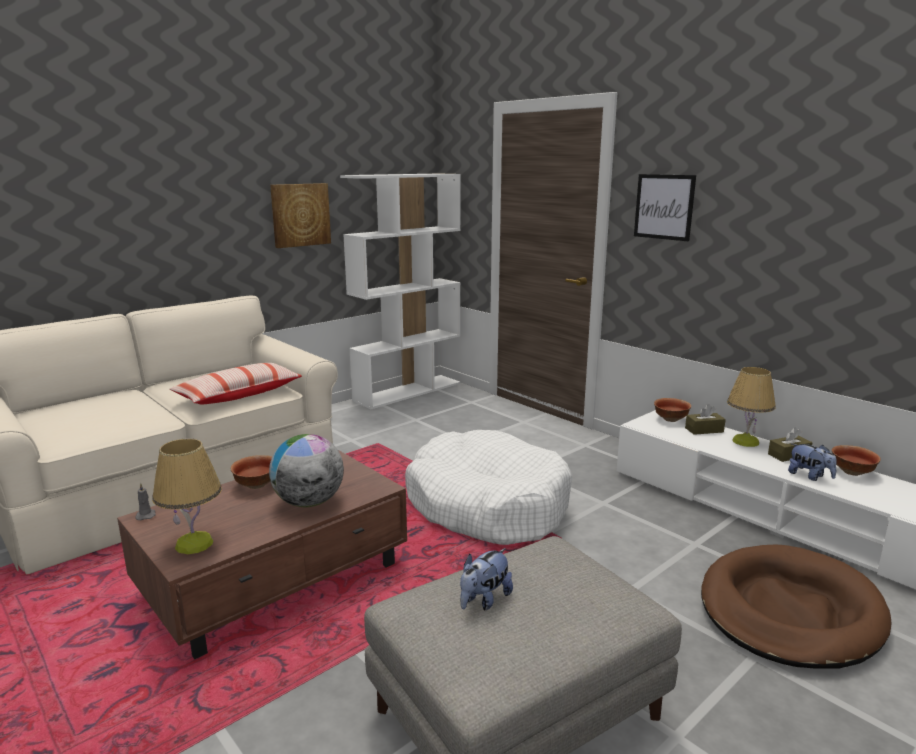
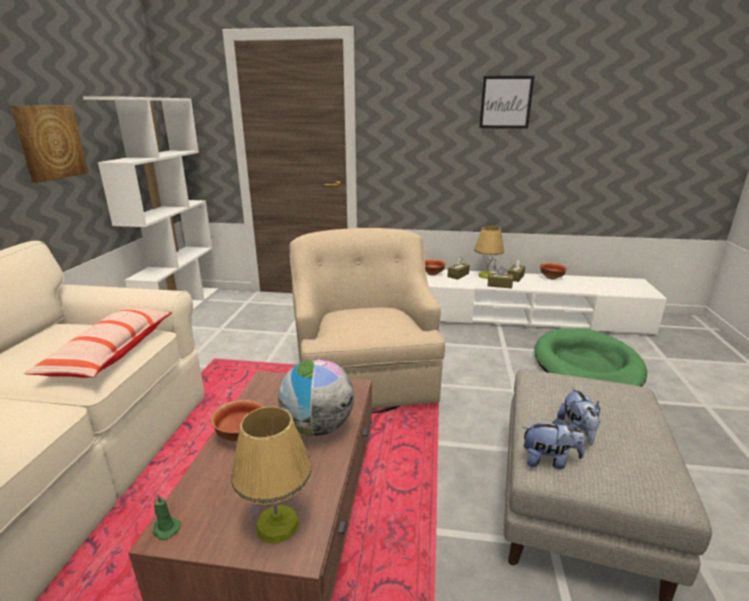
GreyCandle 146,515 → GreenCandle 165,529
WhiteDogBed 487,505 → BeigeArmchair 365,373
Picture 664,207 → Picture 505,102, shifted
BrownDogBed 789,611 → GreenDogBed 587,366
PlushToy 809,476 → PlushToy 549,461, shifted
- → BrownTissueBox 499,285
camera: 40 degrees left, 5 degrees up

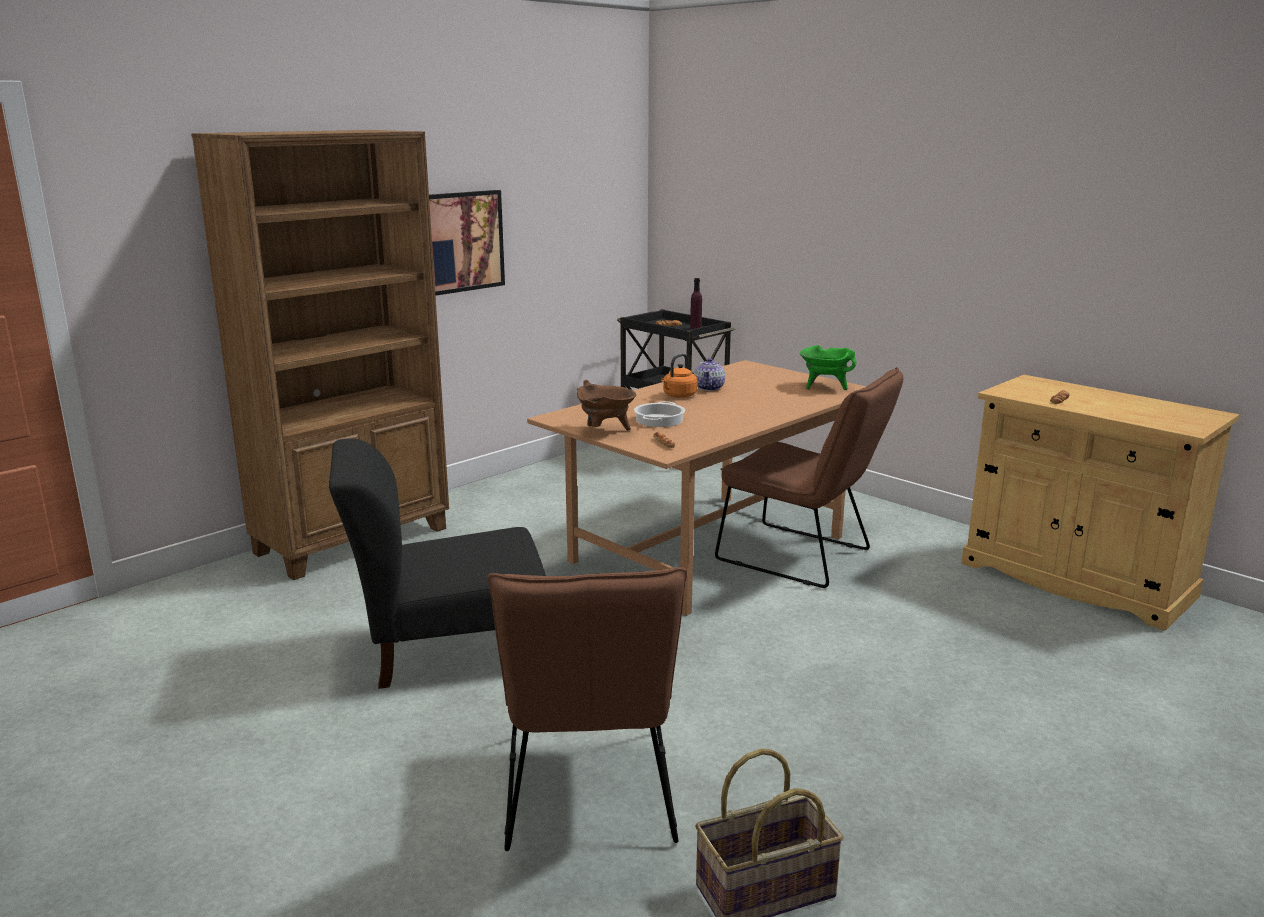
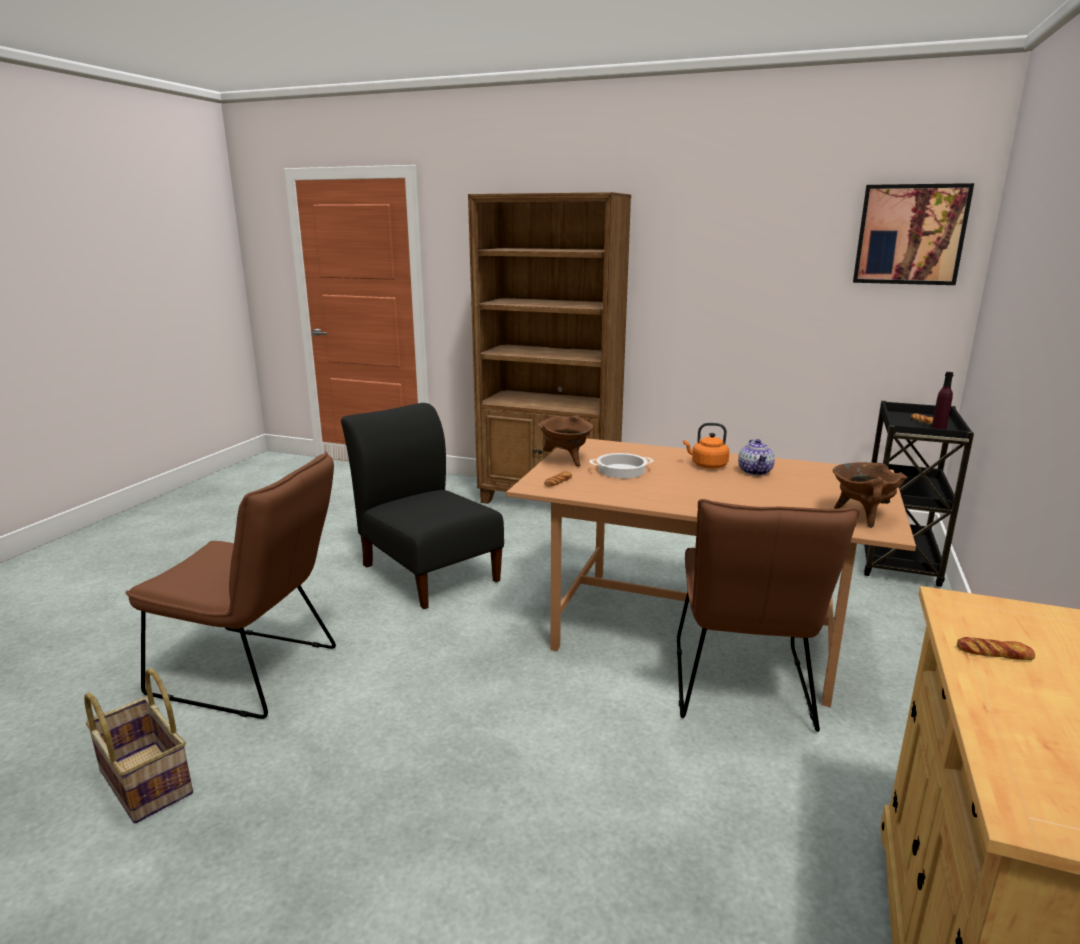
Picture 460,242 → Picture 910,234, shifted
BrownChair 589,799 → BrownChair 255,673, 135 degrees counterclockwise
Teapot 709,388 → Teapot 755,471, 75 degrees counterclockwise
GreenCookingPot 825,387 → BrownCookingPot 862,516
camera: 65 degrees right, 0 degrees up

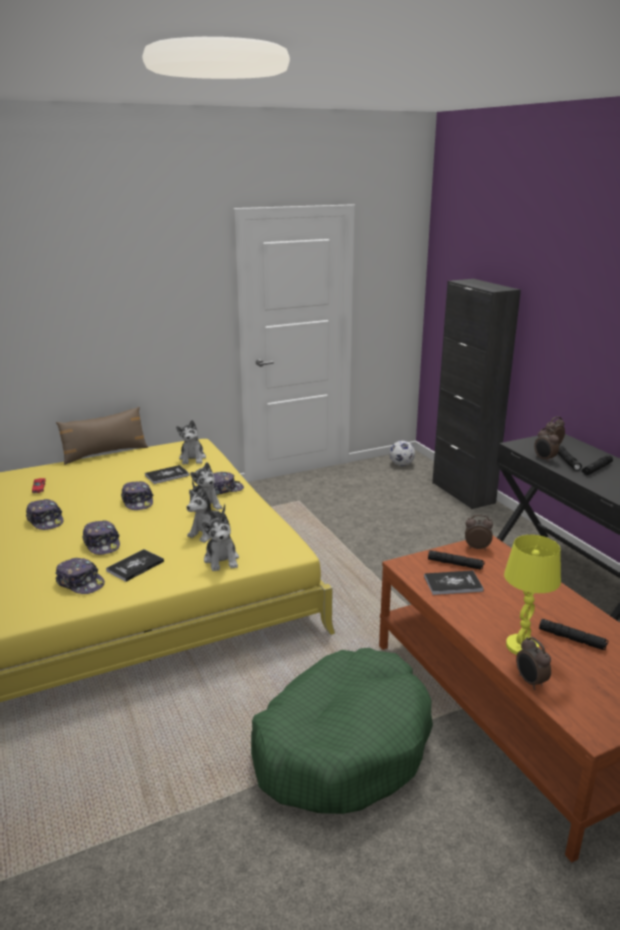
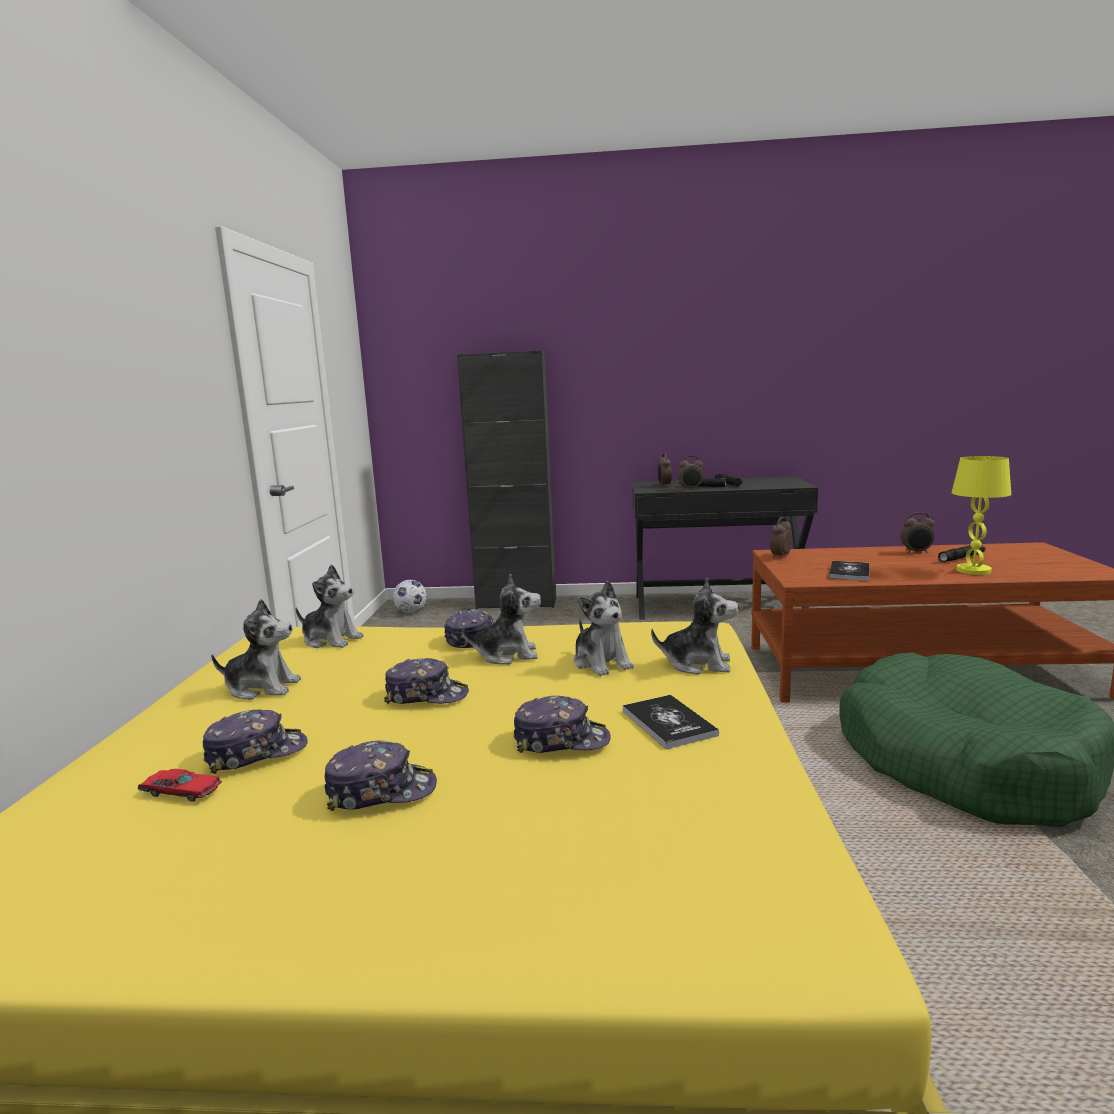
Cap 80,583 → Cap 256,753, shifted
BrownPillow 105,453 → -
Book 167,475 → -
BlackFlashlight 455,564 → -
AlarmClock 530,682 → AlarmClock 916,552, shifted
- → PlushToy 262,688
camera: 60 degrees left, 10 degrees down

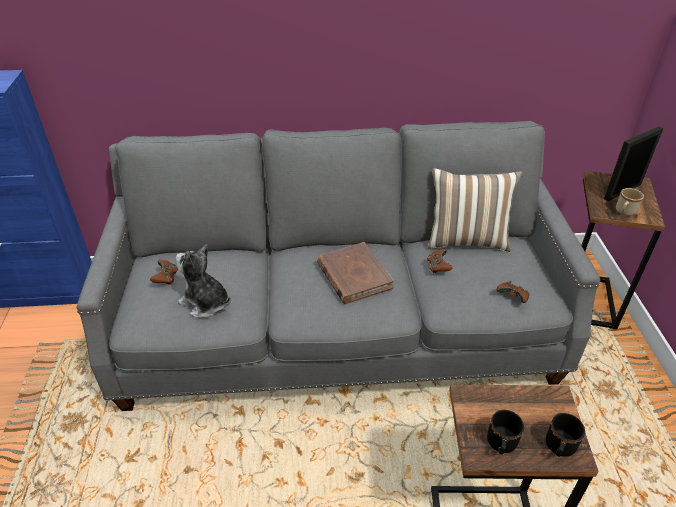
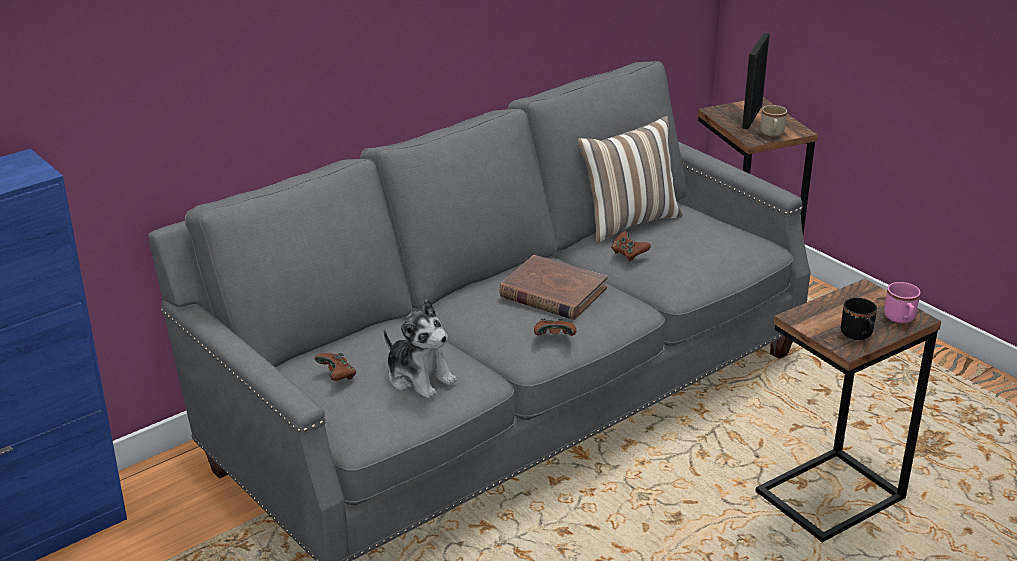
PlushToy 205,303 → PlushToy 419,378, 135 degrees counterclockwise
BrownGameController 512,297 → BrownGameController 554,337, shifted
BlackMug 559,448 → PinkMug 901,319
camera: 35 degrees left, 10 degrees down

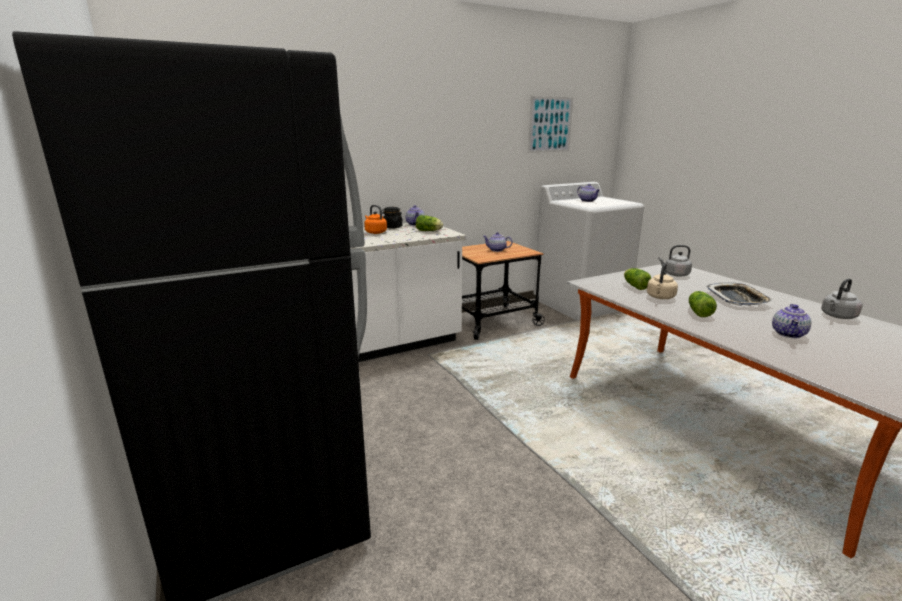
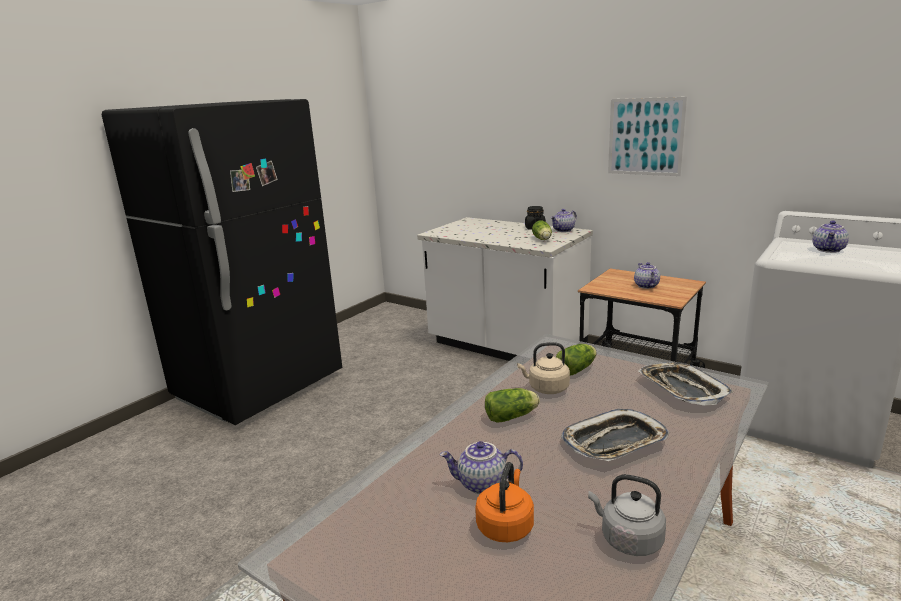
OrangeKettle 375,232 → OrangeKettle 506,526, shifted
Picture 550,124 → Picture 645,137, shifted
GreyKettle 675,274 → Tray 682,389
camera: 65 degrees right, 0 degrees up

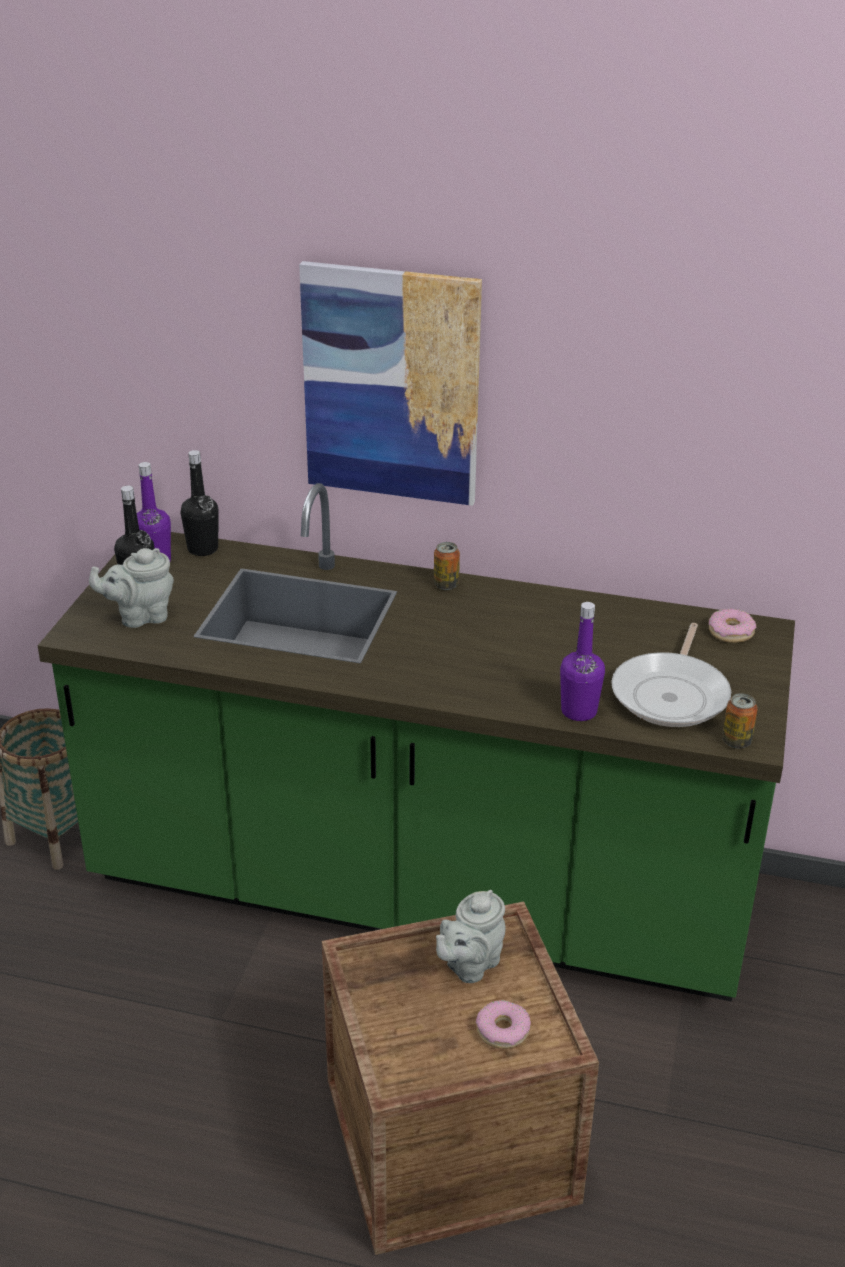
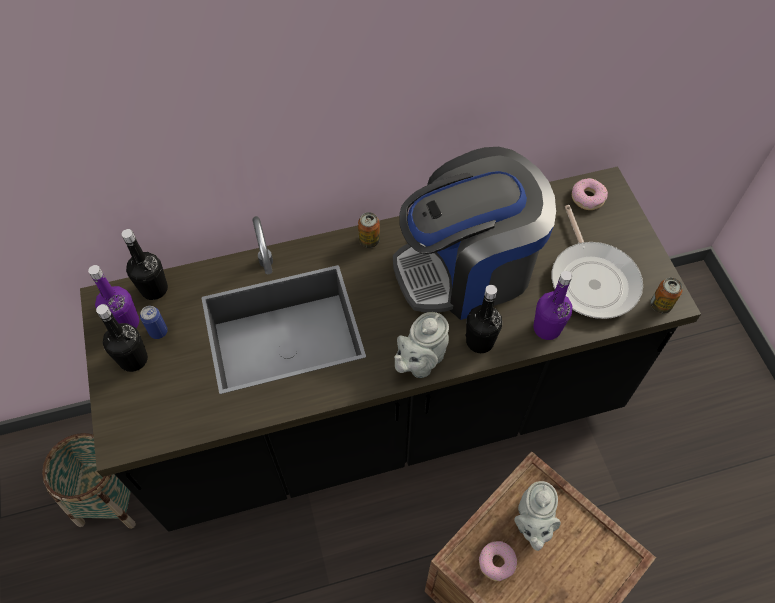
GreenCounter 420,893 → BlackCounter 387,415
GreyTeapot 140,616 → GreyTeapot 420,361, shifted
Picture 391,385 → -
Donut 502,1030 → Donut 496,562, shifted
- → Can 158,332
- → CoffeeMachine 467,269
- → BlackBottle 480,341
camera: 30 degrees left, 25 degrees up

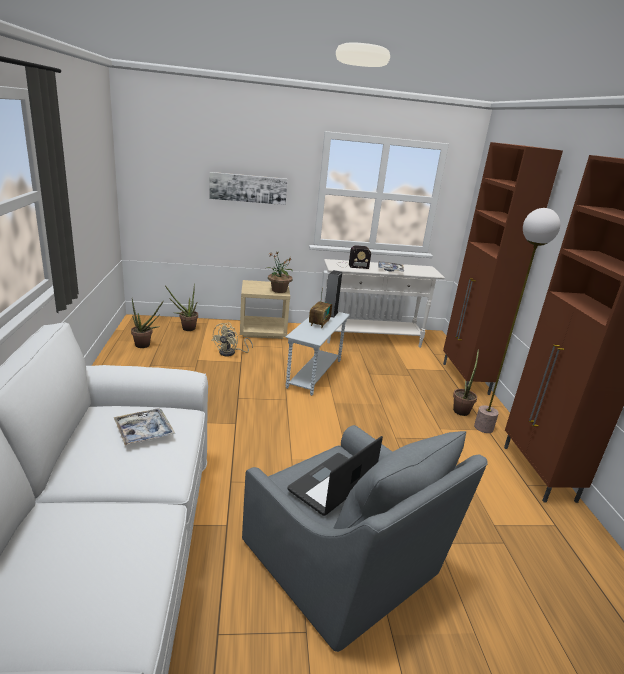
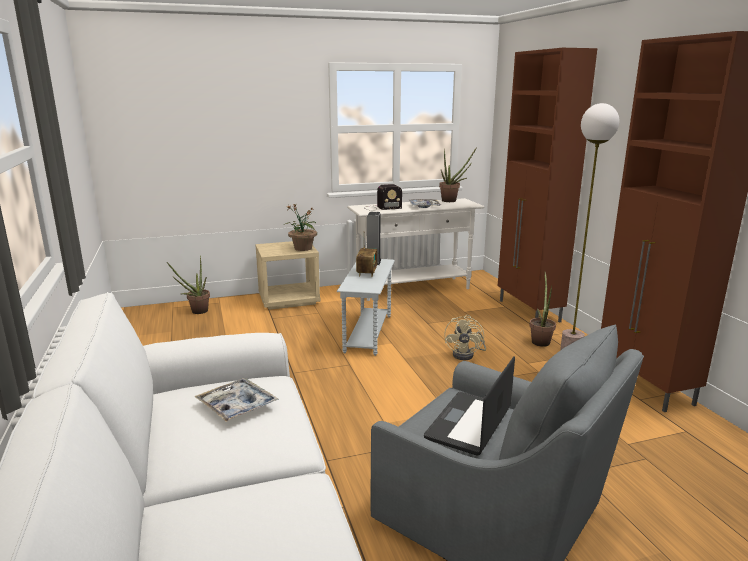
PottedPlant 145,345 → PottedPlant 452,201, shifted
Picture 248,188 → -
BeigeFan 230,353 → BeigeFan 467,355, shifted
camera: 10 degrees left, 5 degrees down

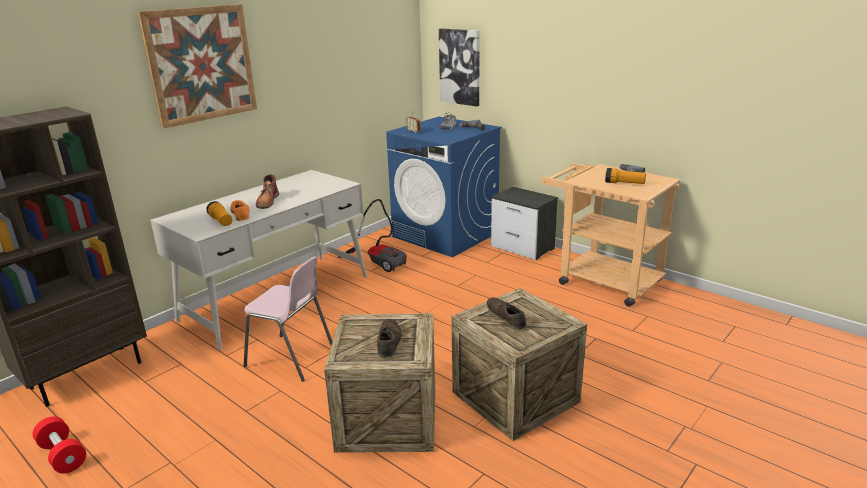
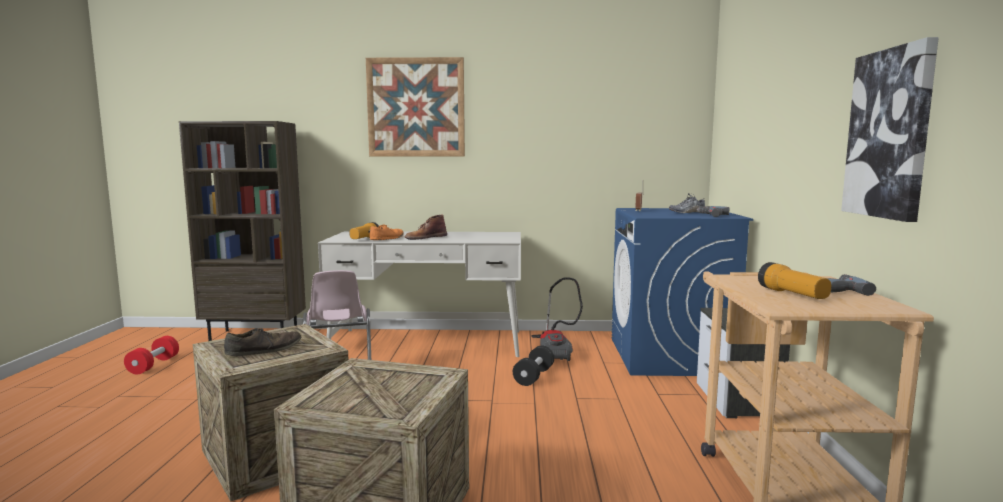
Picture 460,67 → Picture 889,134, shifted
BrownShoe 506,317 → -
- → BlackDumbbell 534,376
camera: 50 degrees right, 15 degrees down

